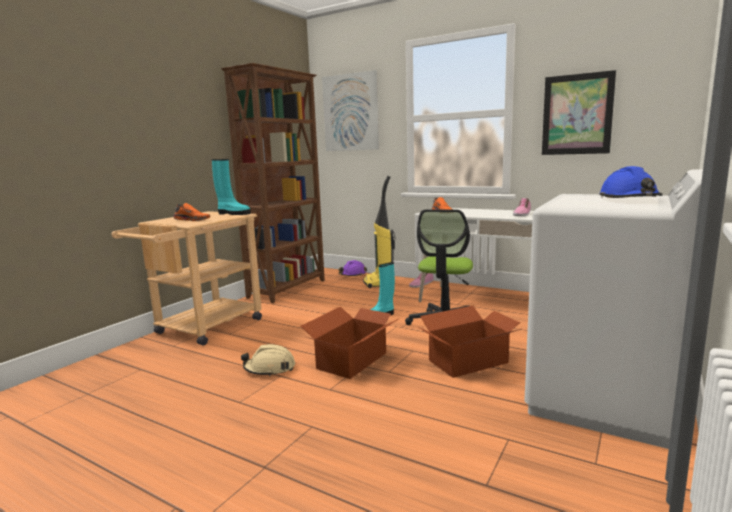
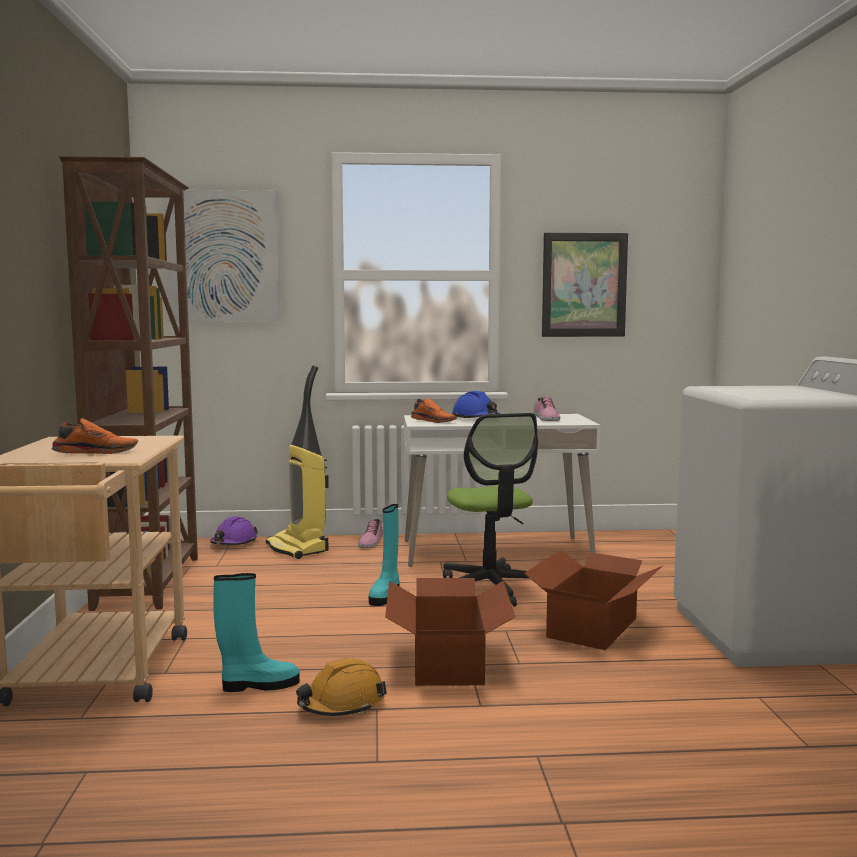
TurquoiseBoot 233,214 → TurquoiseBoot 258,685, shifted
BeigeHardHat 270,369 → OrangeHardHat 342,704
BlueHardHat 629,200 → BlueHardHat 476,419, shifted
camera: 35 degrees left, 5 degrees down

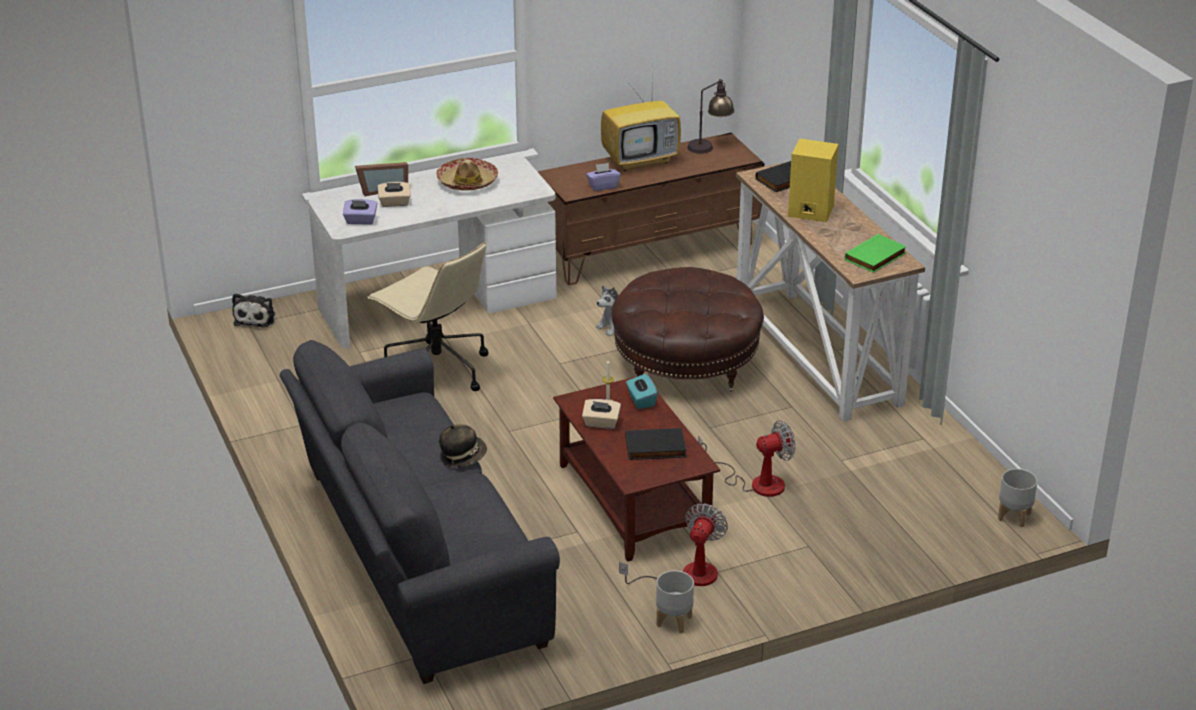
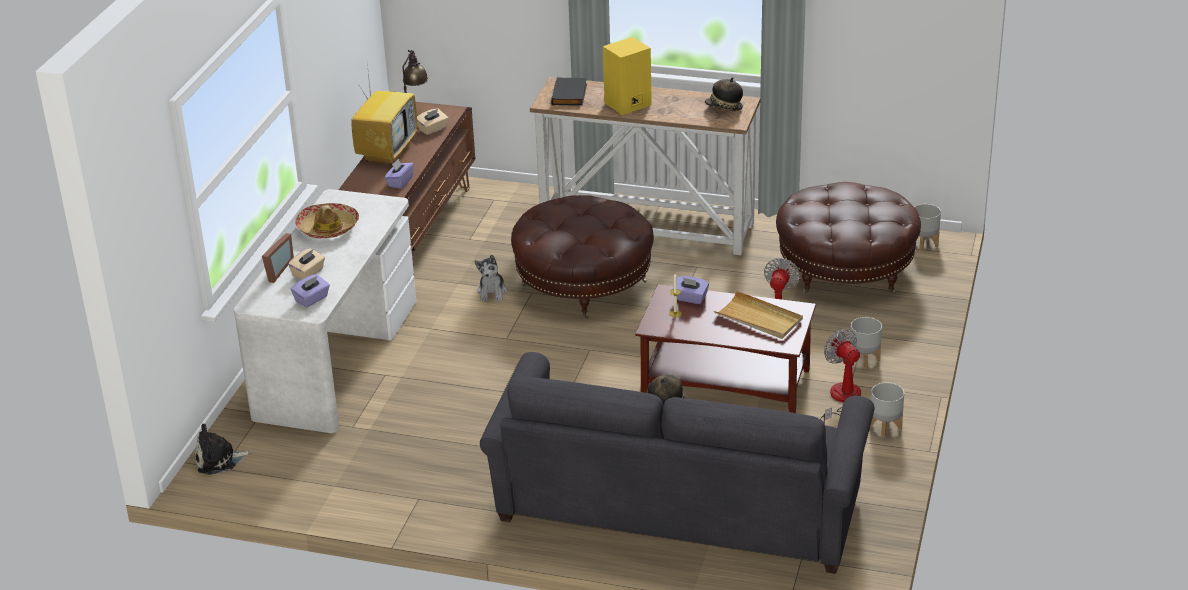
PlushToy 256,318 → PlushToy 219,460, 120 degrees clockwise
BeigeOfficeChair 436,370 → -
BeigeTissueBox 601,423 → BeigeTissueBox 432,129, shifted
BlackBook 655,448 → BeigeTray 758,318
TurquoiseTissueBox 641,400 → PurpleTissueBox 690,298
GreenBook 876,257 → Hat 724,108
- → BrownOttoman 845,270
- → GreyPlanter 865,360
camera: 50 degrees left, 0 degrees up

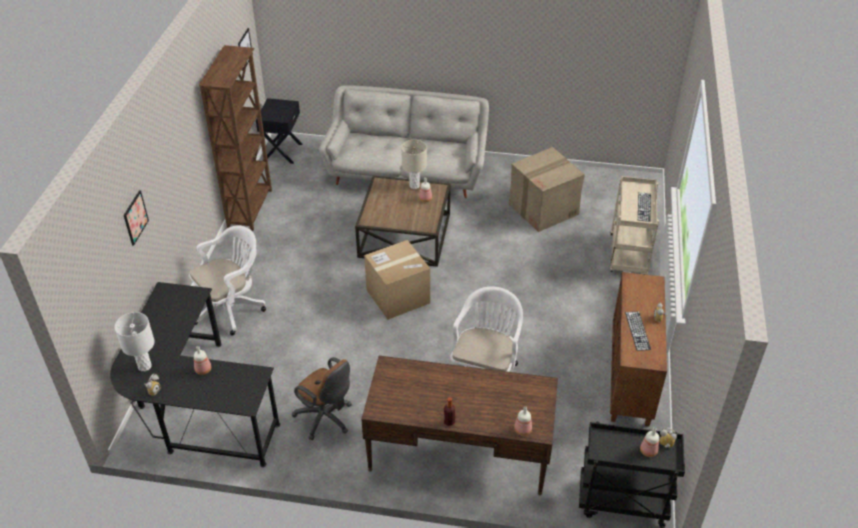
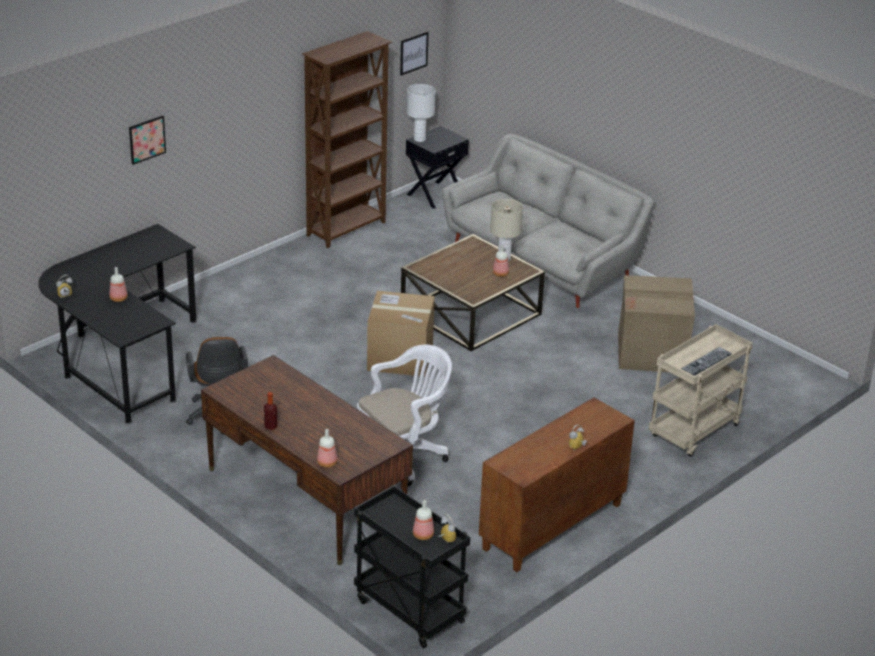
WhiteTableLamp 144,366 → WhiteTableLamp 419,139, shifted
WhiteOfficeChair 232,308 → -
Keyboard 637,331 → -
camera: 35 degrees right, 10 degrees down

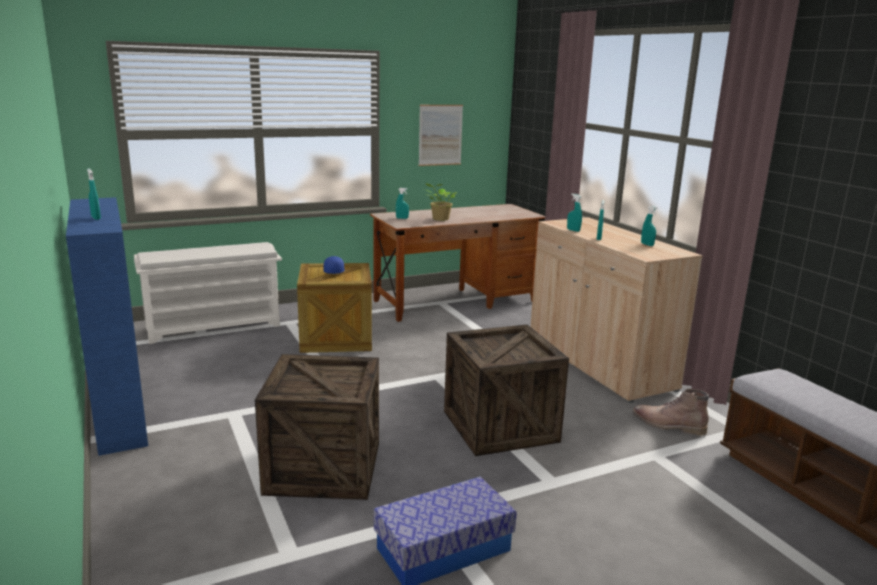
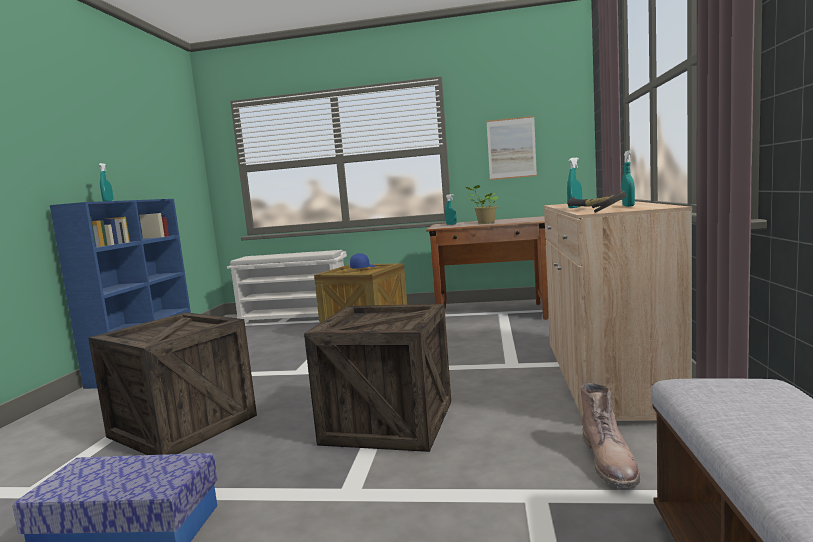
TurquoiseSprayBottle 573,230 → -
BrownBoot 667,425 → BrownBoot 610,462, 150 degrees counterclockwise
- → Hammer 589,210
camera: 35 degrees right, 10 degrees down

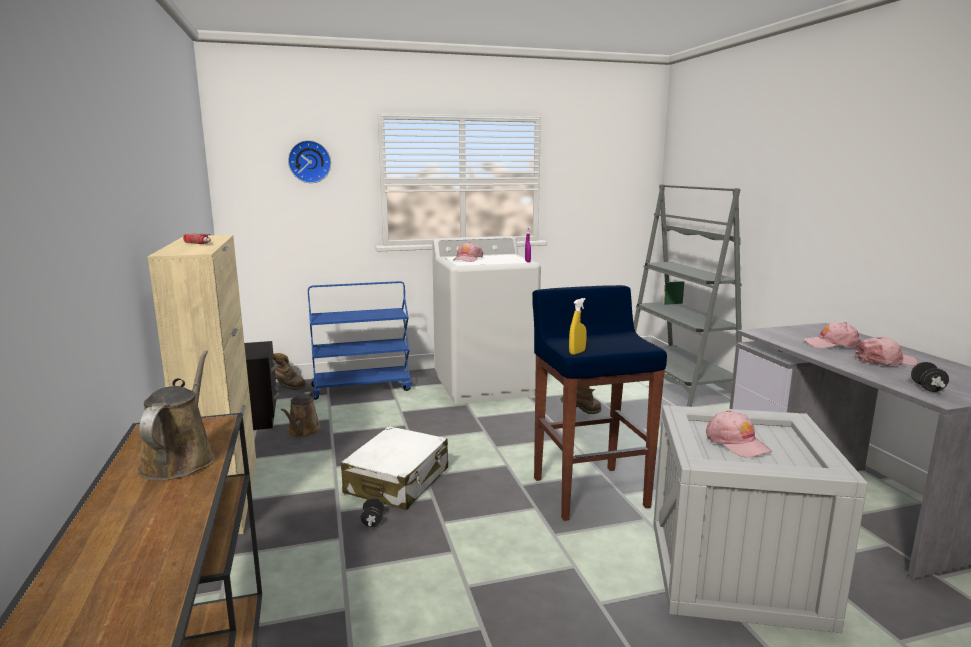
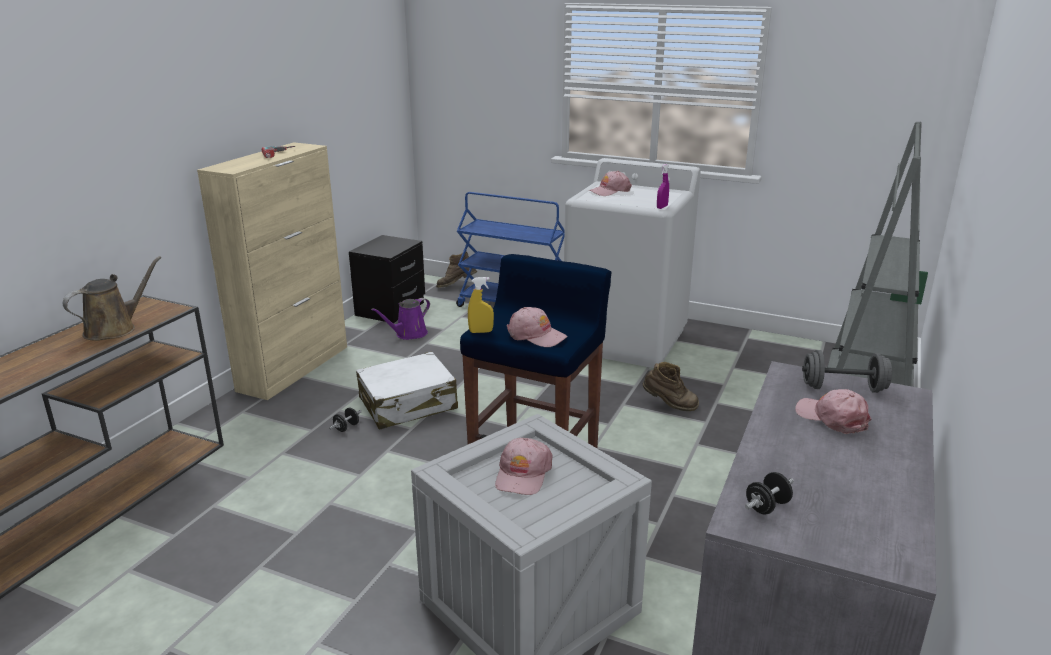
BrownBoot 286,386 → BrownBoot 456,286, 105 degrees clockwise
BrownWateringCan 303,432 → PurpleWateringCan 408,334
WallClock 309,161 → -
PinkCap 885,361 → PinkCap 536,335, shifted
- → GreyDumbbell 843,388
camera: 40 degrees right, 10 degrees up

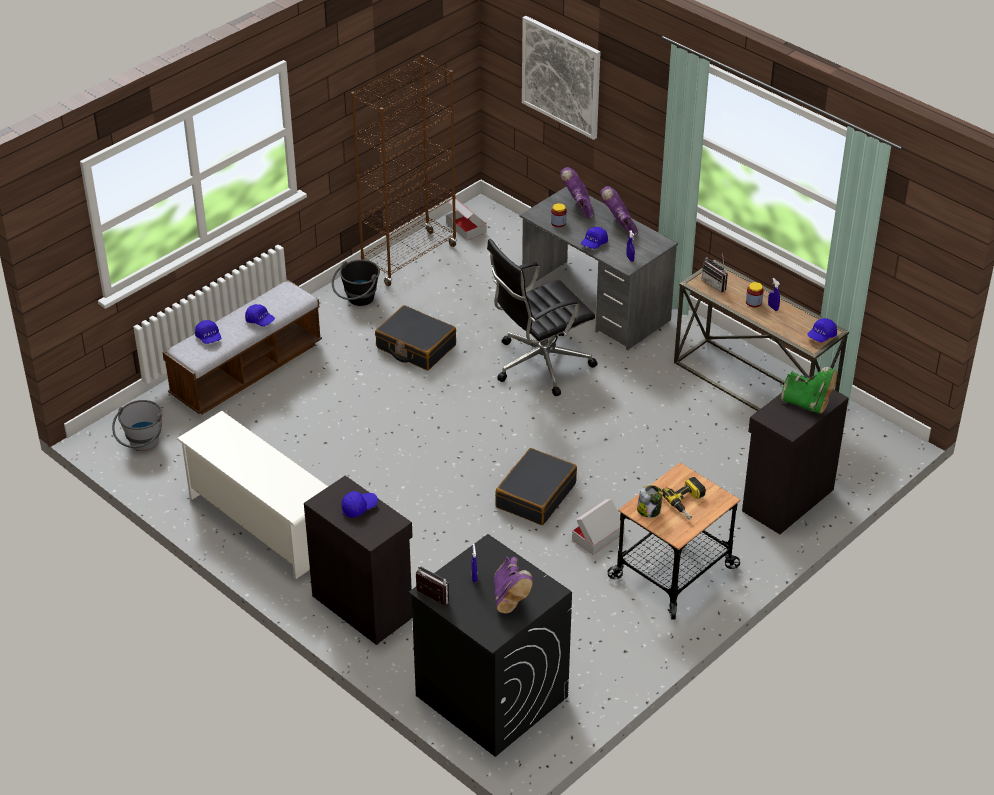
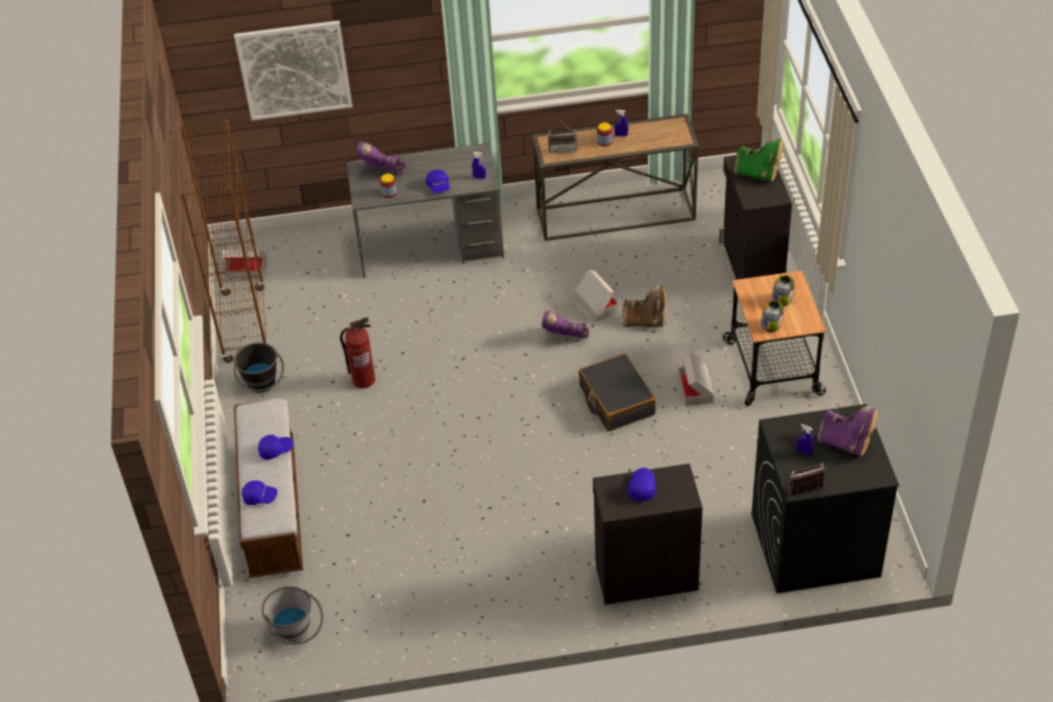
WhiteShoeRack 263,523 → -
BlackSuitcase 415,347 → FireExtinguisher 364,380
BlackOfficeChair 539,364 → -
PurpleBoot 620,226 → PurpleBoot 564,337, shifted
PowerDrill 688,503 → Jar 781,299
GreenBoot 807,404 → GreenBoot 758,174, 45 degrees clockwise
BlueCap 821,336 → -
- → CardboardBox 596,304
- → BrownBoot 646,322
camera: 50 degrees left, 5 degrees up

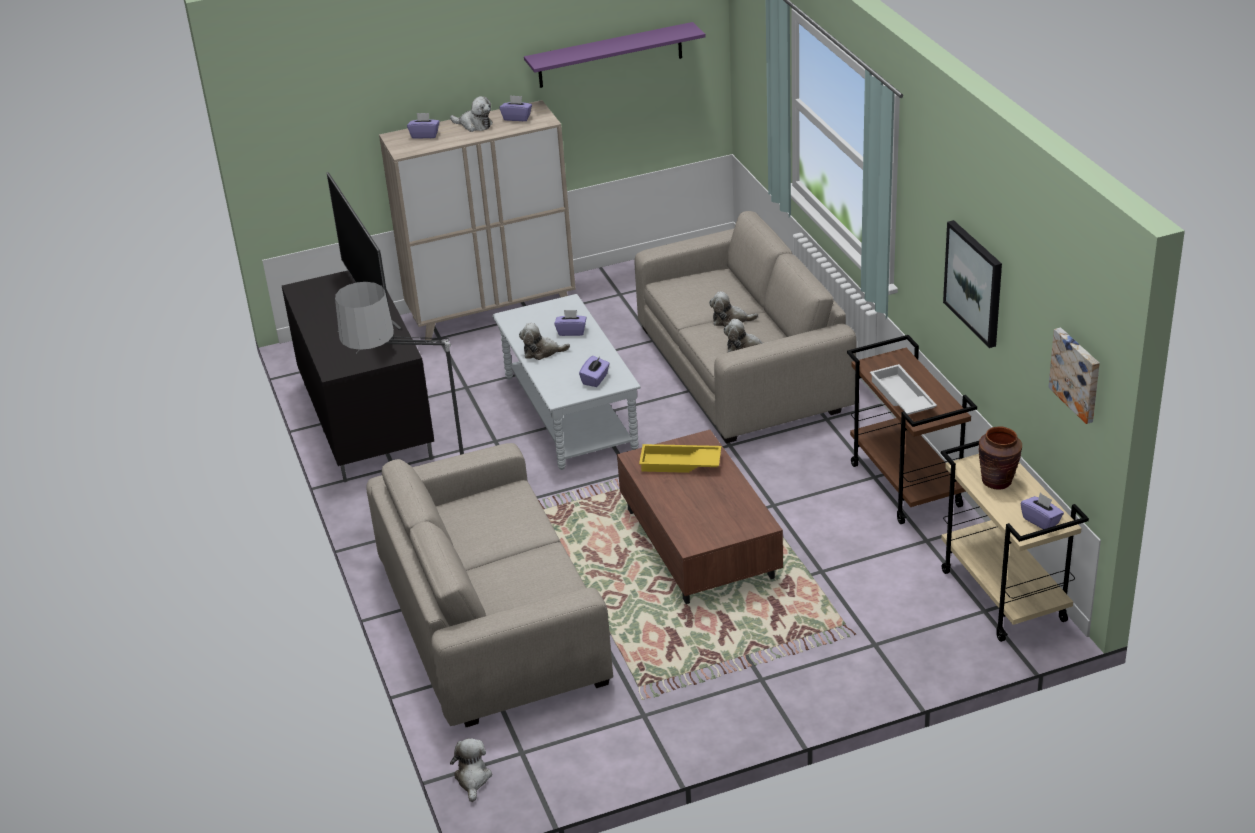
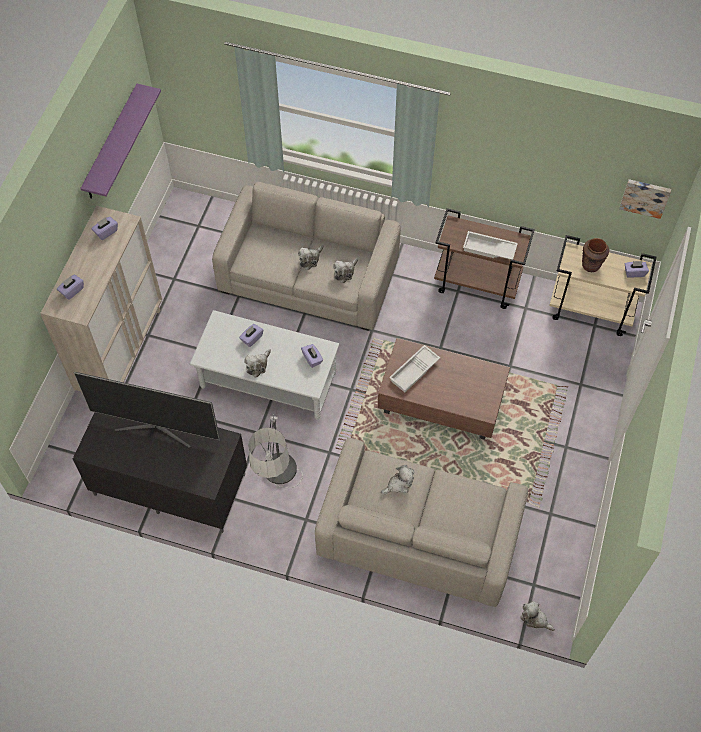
PlushToy 474,125 → PlushToy 399,484, shifted
YellowTray 679,464 → WhiteTray 414,371
Picture 974,282 → -
camera: 55 degrees left, 25 degrees up

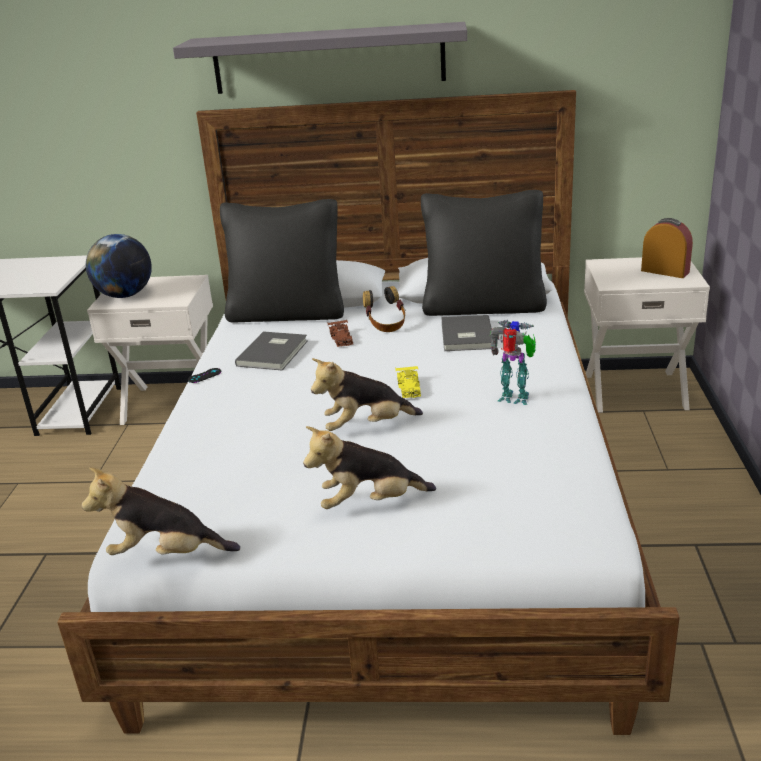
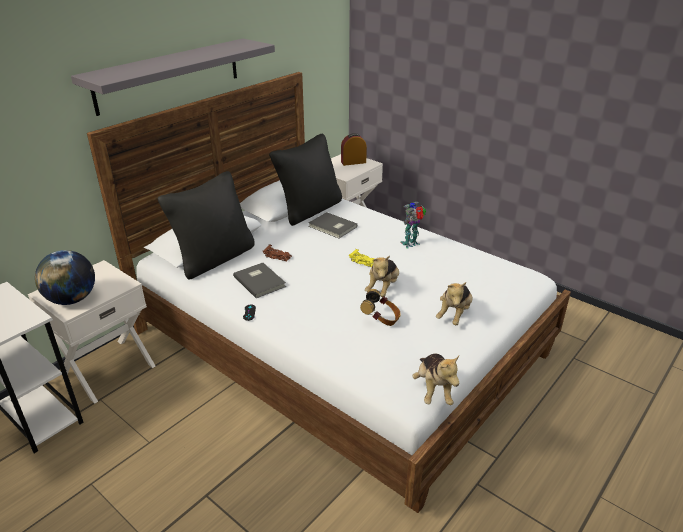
PlushToy 166,554 → PlushToy 433,390, 45 degrees counterclockwise
Headphones 386,325 → Headphones 381,319, shifted
camera: 55 degrees left, 5 degrees up

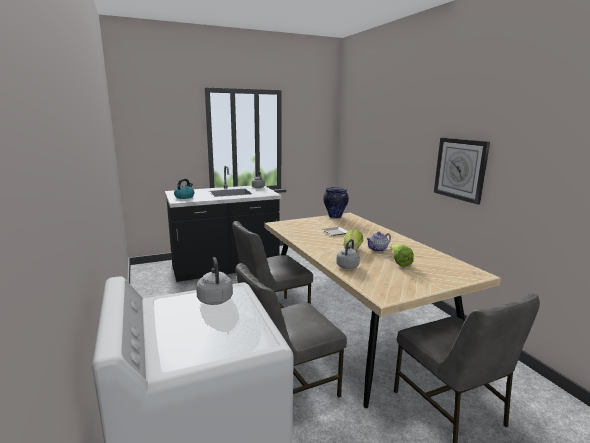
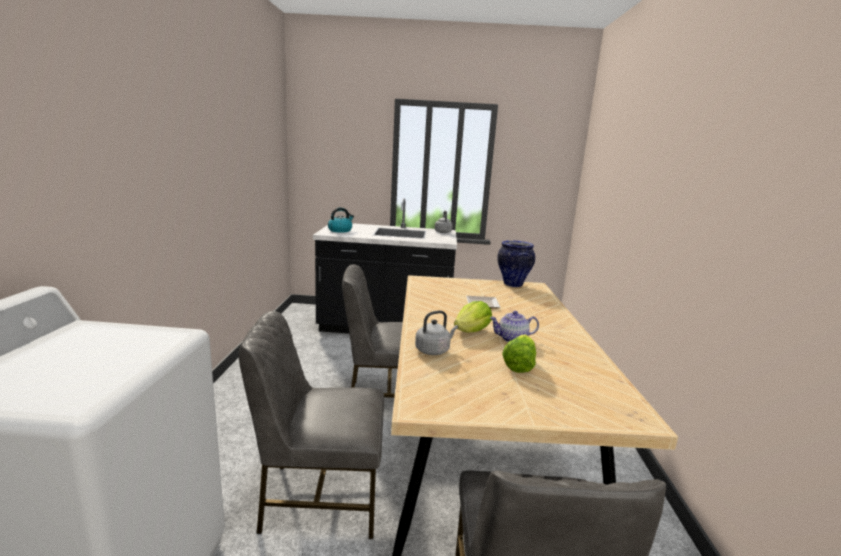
GreyKettle 215,298 → -
WallClock 460,169 → -
camera: 25 degrees right, 0 degrees up

